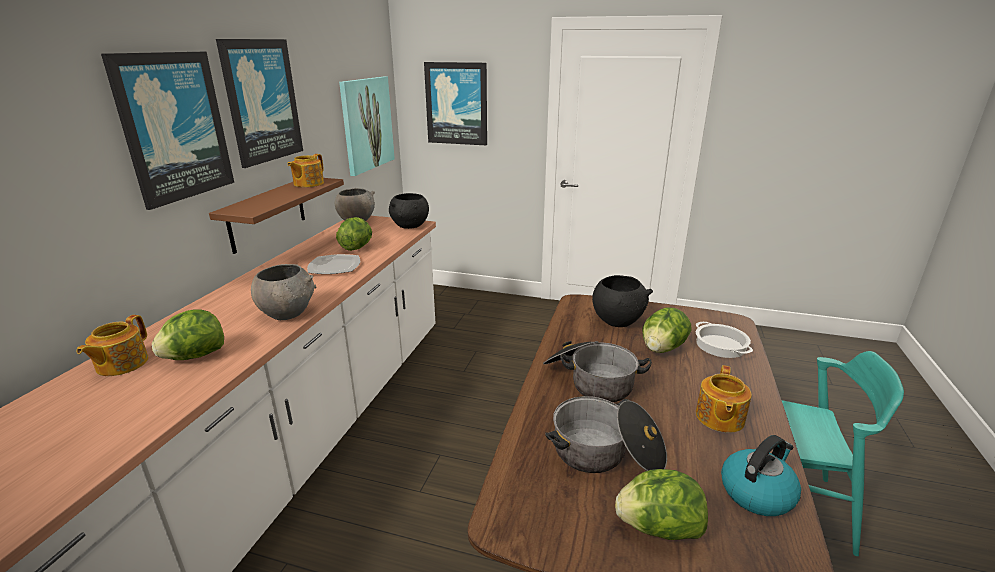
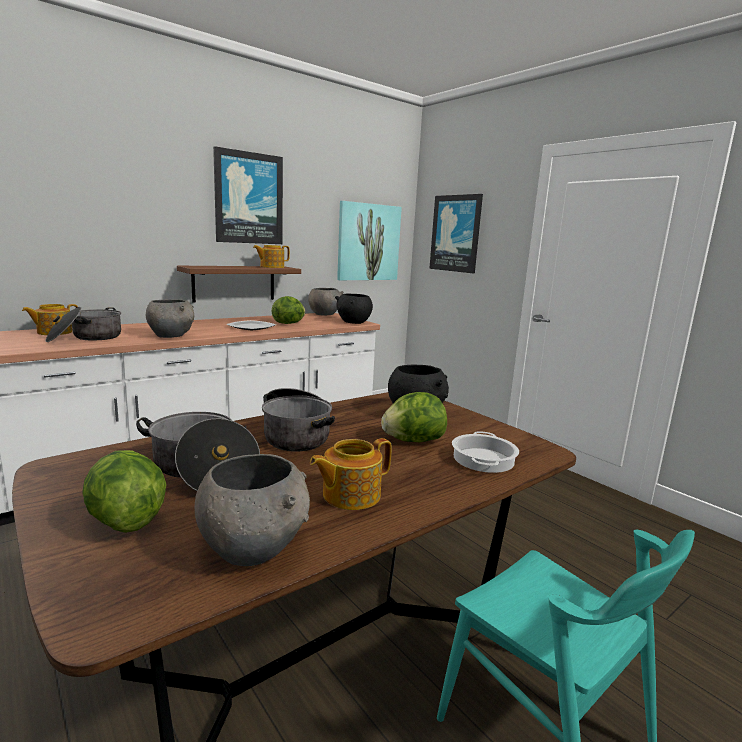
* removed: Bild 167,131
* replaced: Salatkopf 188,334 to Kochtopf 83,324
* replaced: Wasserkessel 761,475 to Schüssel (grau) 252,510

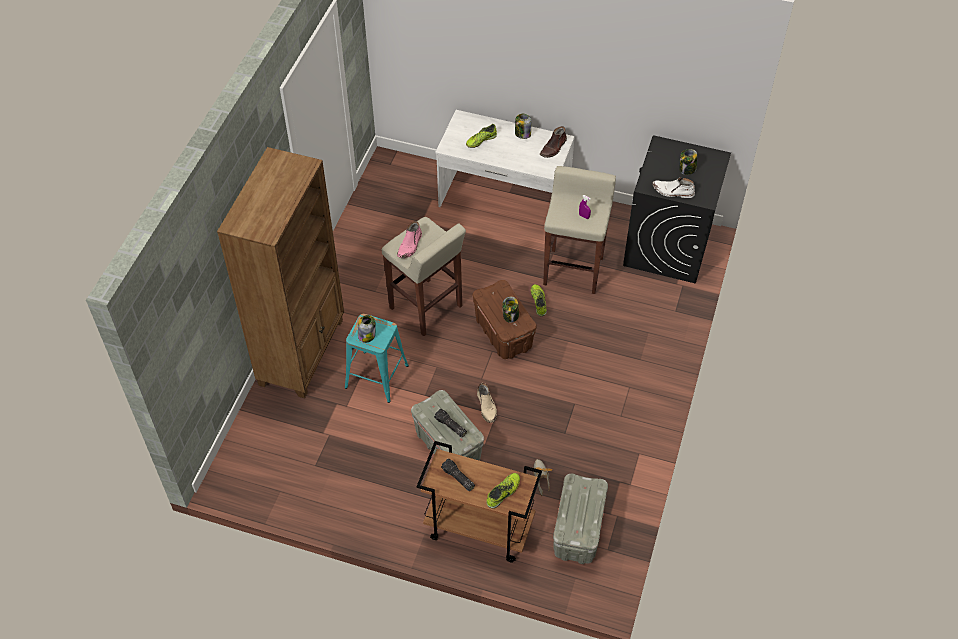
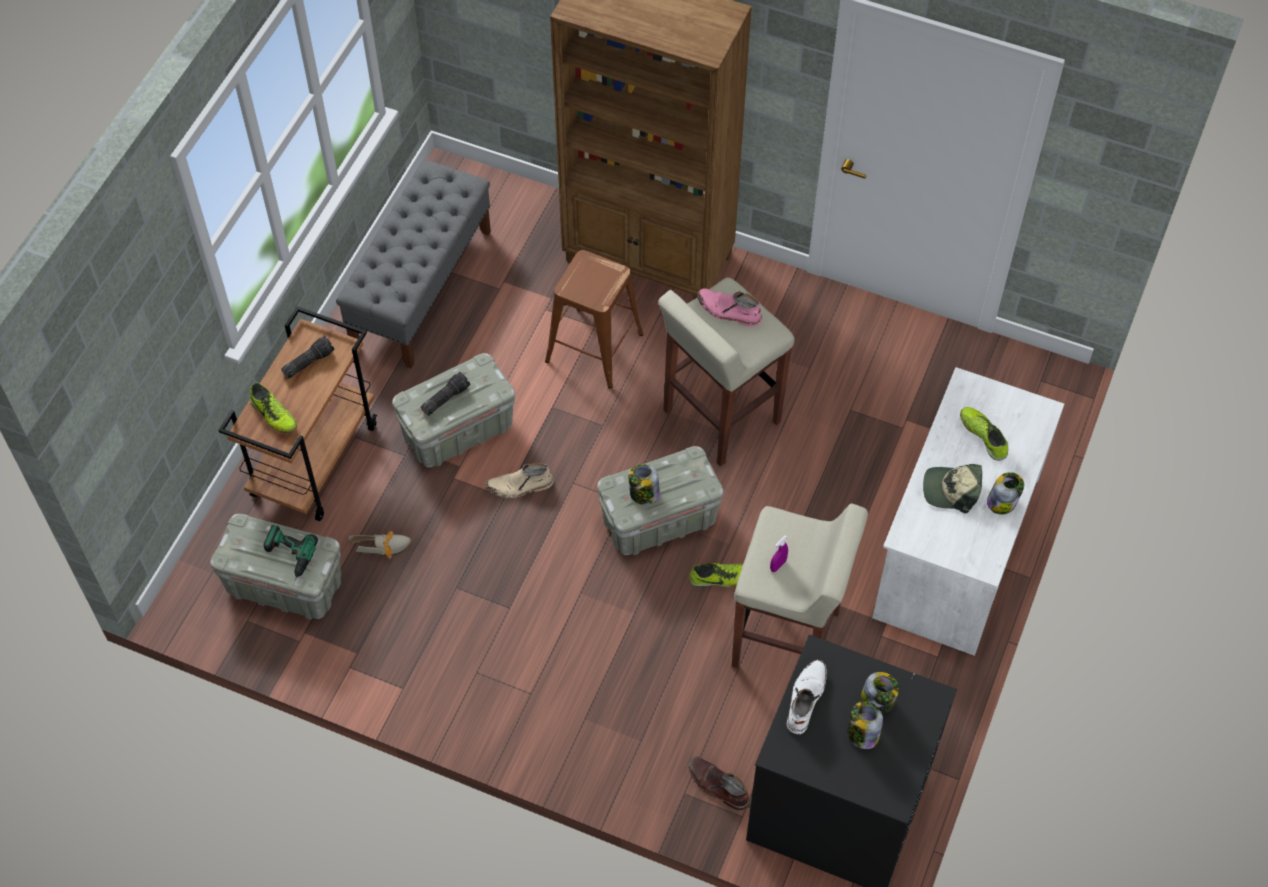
* recoloured: Hocker (türkis) 377,358 to Hocker (braun) 594,319
* moved: Vorratsglas 367,329 to 880,693
* recoloured: Aufbewahrungsbox (braun) 504,319 to Aufbewahrungsbox (grau) 660,500
* moved: Stiefel (braun) 553,142 to 719,783
* added: Bohrmaschine 291,555
* added: Bank (grau) 413,264
* added: Kappe 952,488

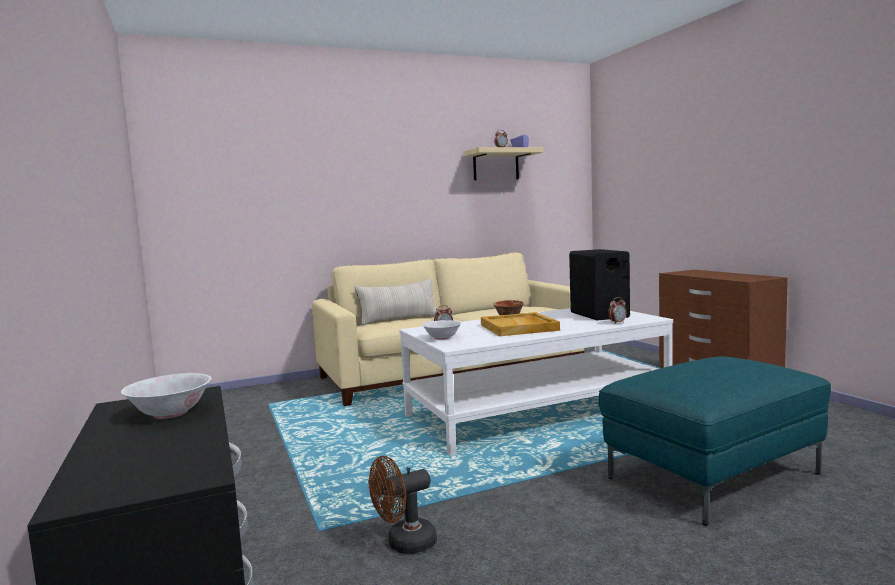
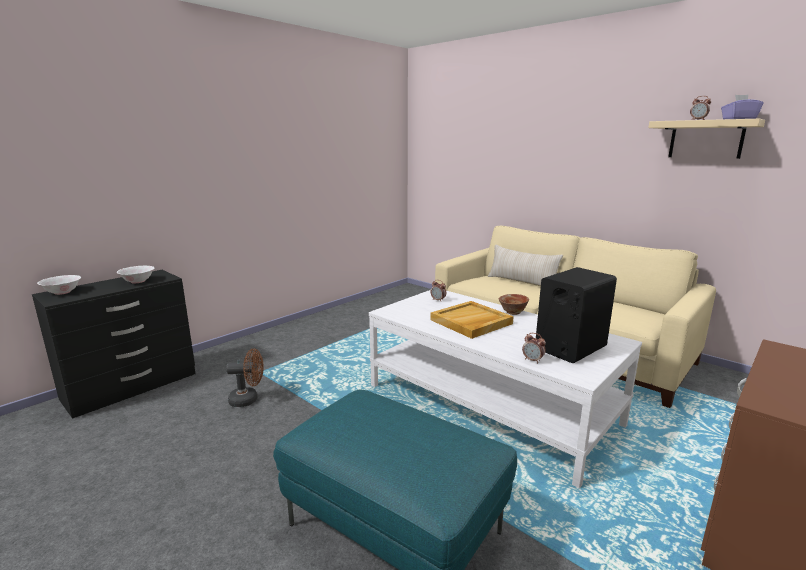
* turned: Ventilator (braun) 403,505 = 245,377 135 degrees clockwise
* moved: Schüssel (weiß) 442,330 to 59,285

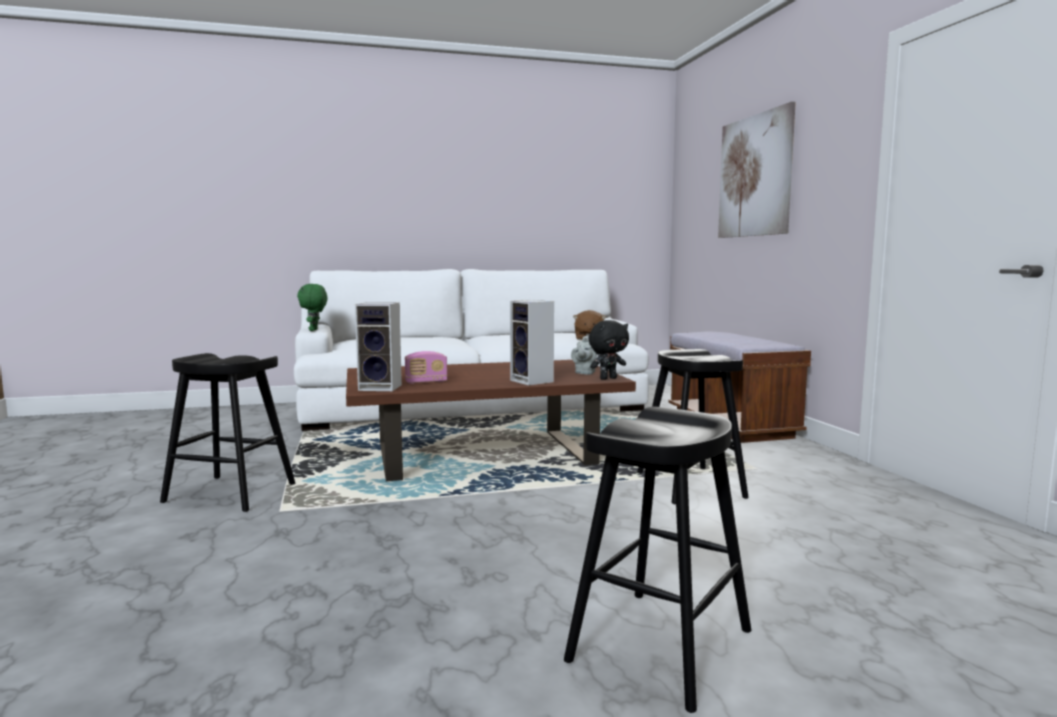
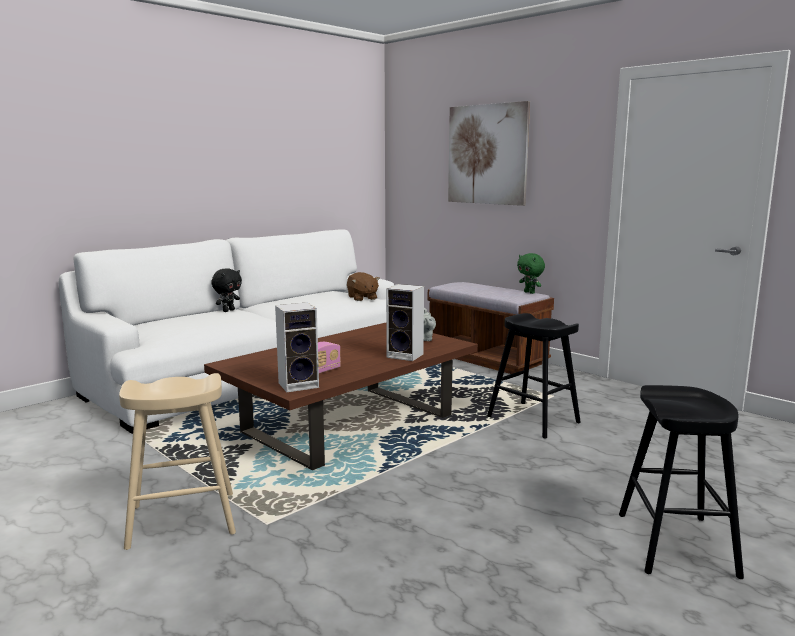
* recoloured: Hocker (schwarz) 228,432 to Hocker (beige) 177,461
* moved: Plüschtier (grün) 312,307 to 531,273
* moved: Plüschtier (schwarz) 609,350 to 226,290

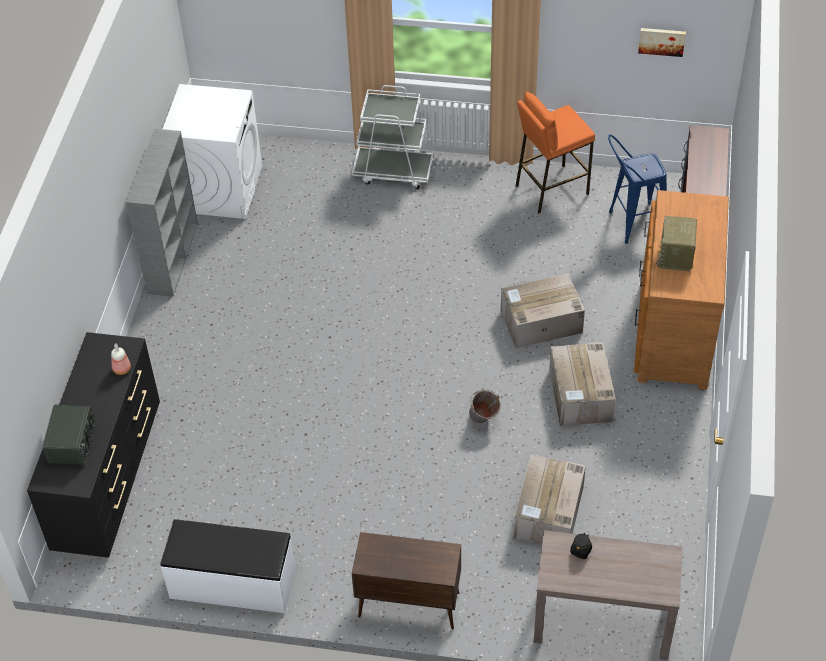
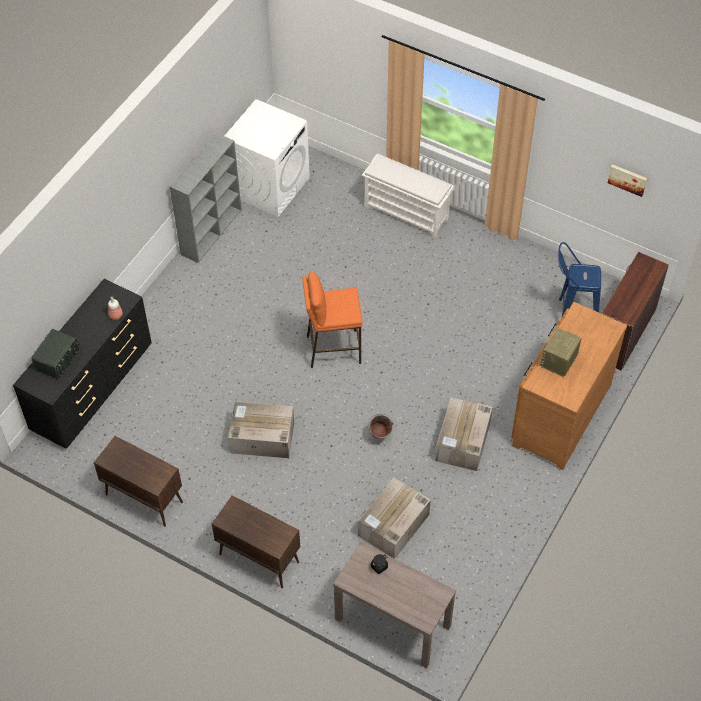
* replaced: Bank (weiß) 228,566 to Schrank (braun) 138,481
* replaced: Rollwagen (weiß) 393,137 to Schuhregal (weiß) 408,195
* moved: Karton 543,310 to 261,429
* moved: Hocker (orange) 555,153 to 332,319

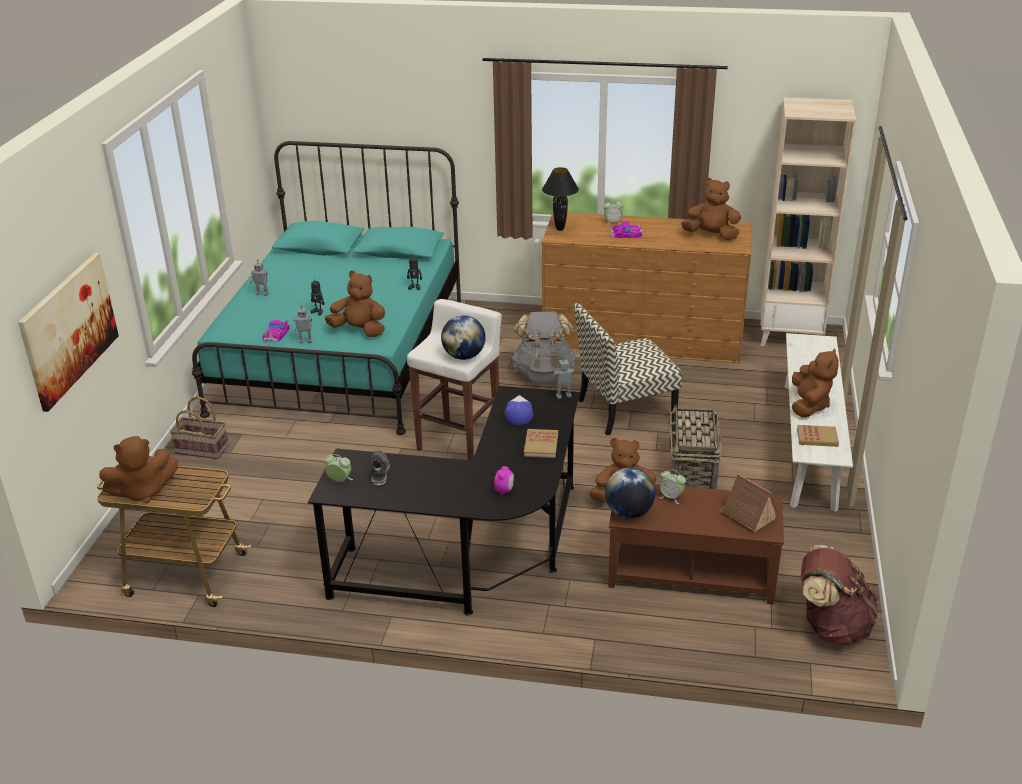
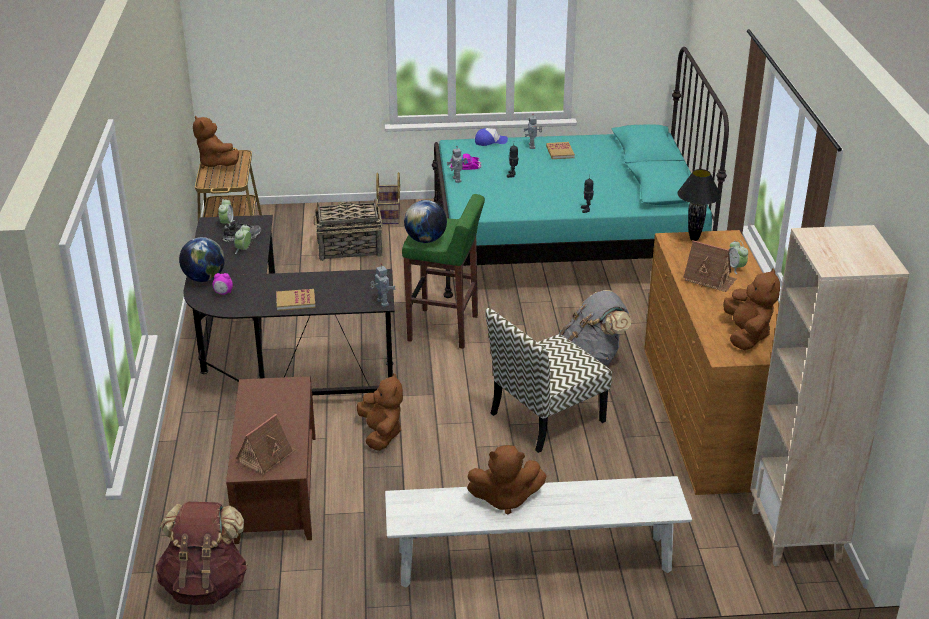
* removed: Bild 68,332
* removed: Plüschtier (braun) 355,304
* recoloured: Hocker (weiß) 454,380 to Hocker (grün) 443,271
* moved: Kappe 519,410 to 491,137
* turned: Stuhl 628,369 = 548,380 90 degrees counterclockwise
* moved: Globus 630,493 to 202,259
* replaced: Spielzeugauto 627,229 to Spielzeughaus 709,266
* moved: Wecker 672,486 to 242,239
* moved: Korb 694,446 to 348,230
* moved: Buch 818,436 to 560,150

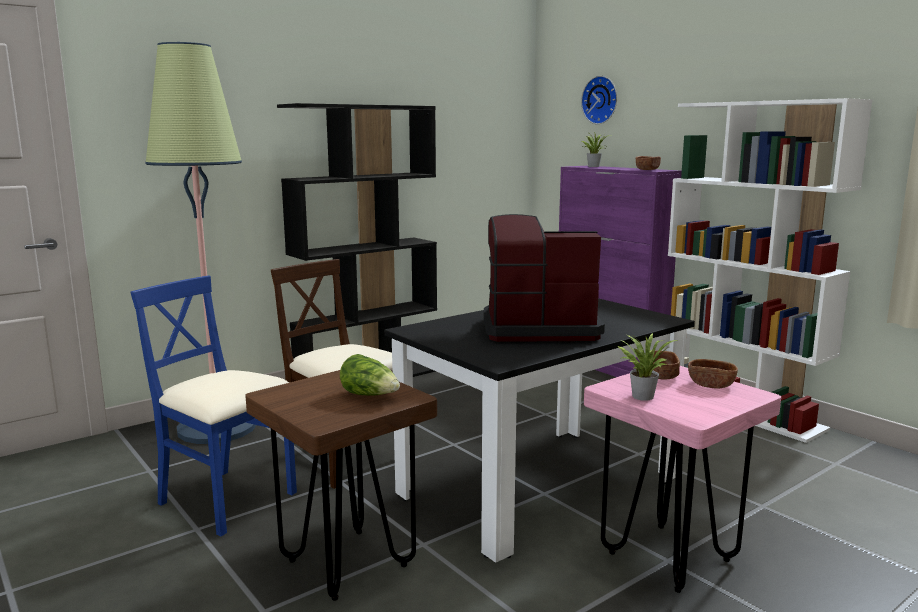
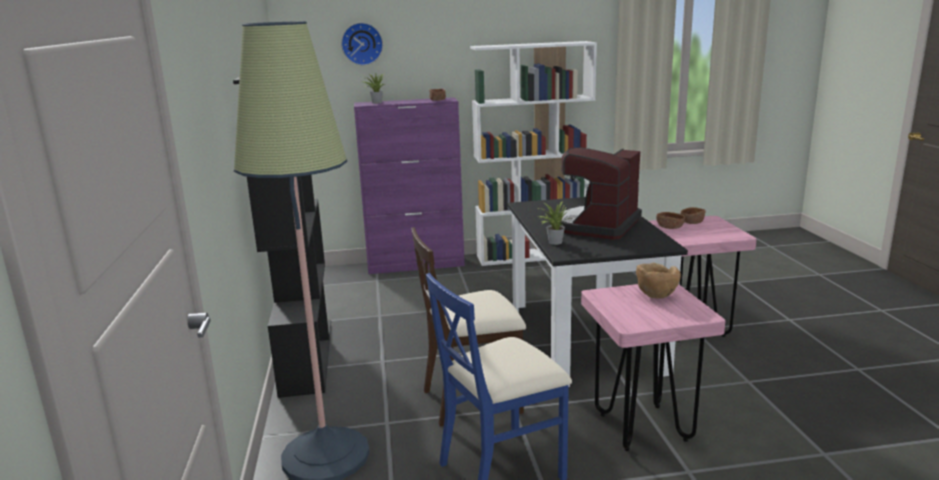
* recoloured: Hocker (braun) 341,485 to Hocker (rosa) 653,367
* replaced: Salatkopf 370,375 to Schüssel (braun) 658,281
* moved: Topfpflanze 648,367 to 553,223

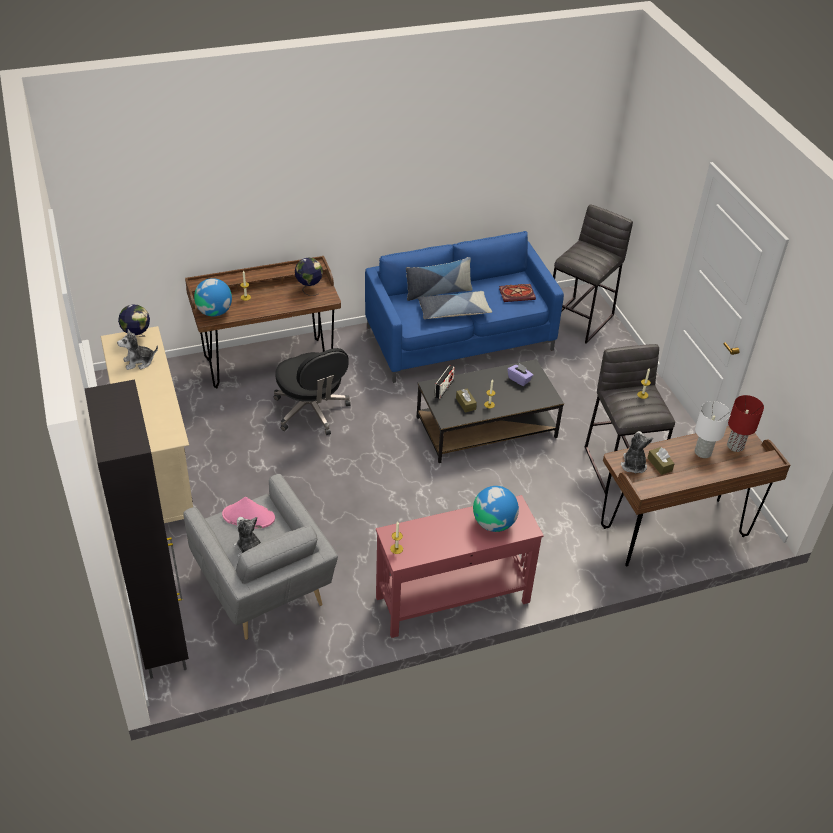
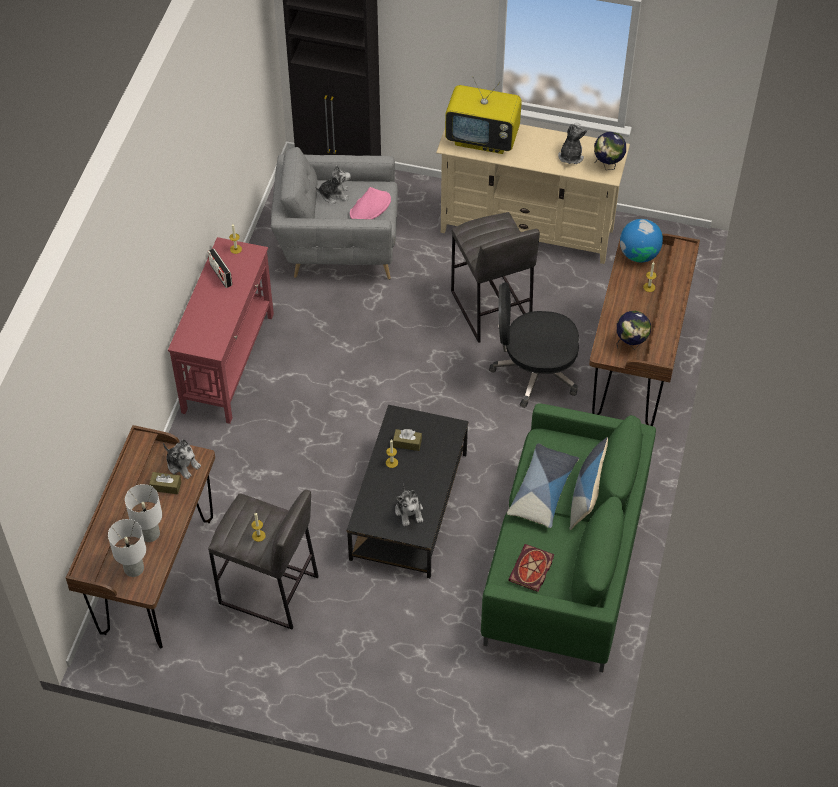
* recoloured: Sofa (blau) 464,307 to Sofa (grün) 568,537
* moved: Radio 444,382 to 220,268
* removed: Globus 496,509
* replaced: Taschentuchbox (lila) 520,374 to Plüschtier 409,504
* moved: Hocker (grau) 593,274 to 495,277
* recoloured: Tischlampe (rot) 745,423 to Tischlampe (weiß) 127,548
* added: Fernseher 483,115

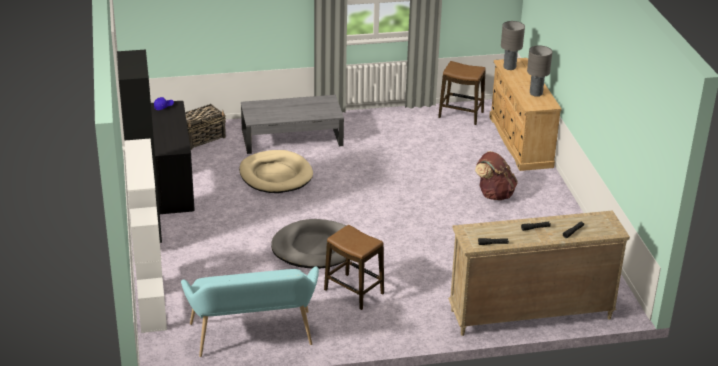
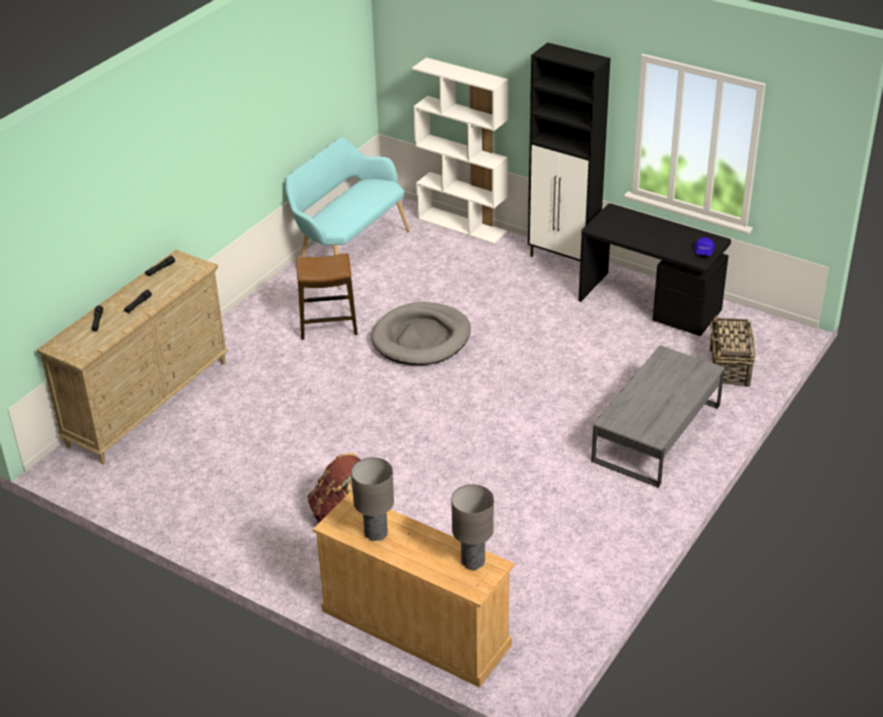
* removed: Hundebett (beige) 276,171
* removed: Hocker 462,93

